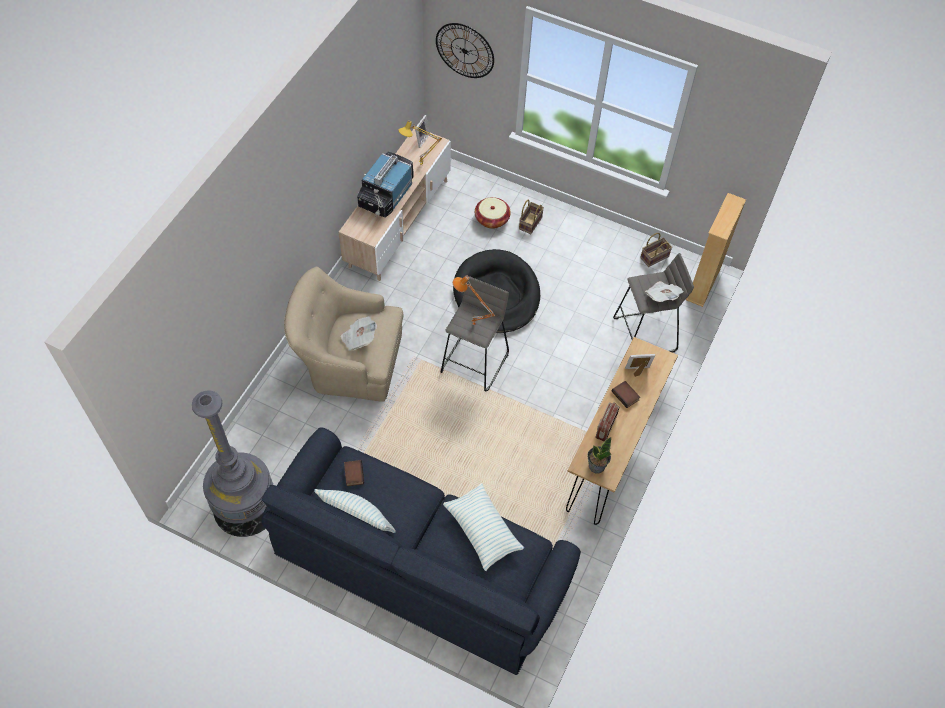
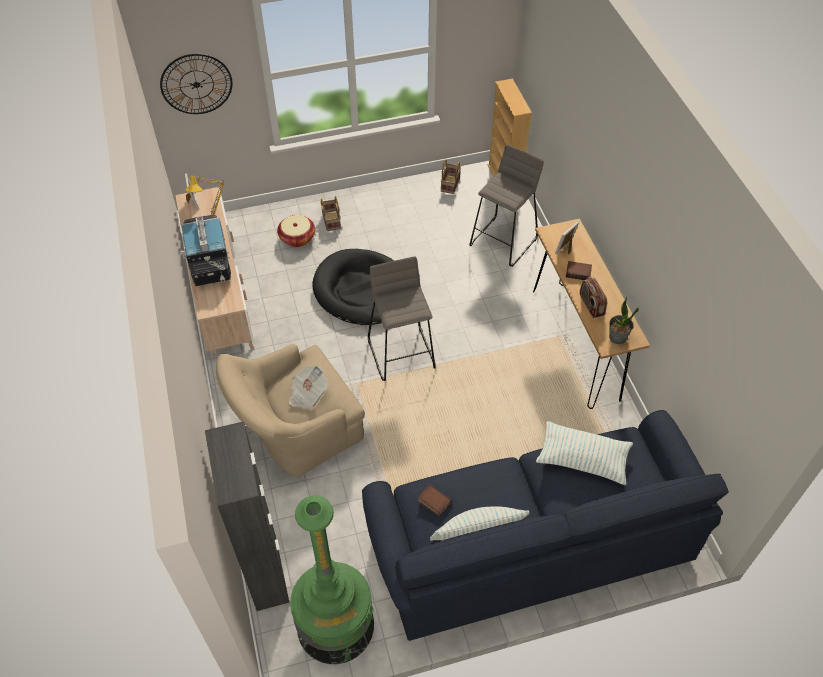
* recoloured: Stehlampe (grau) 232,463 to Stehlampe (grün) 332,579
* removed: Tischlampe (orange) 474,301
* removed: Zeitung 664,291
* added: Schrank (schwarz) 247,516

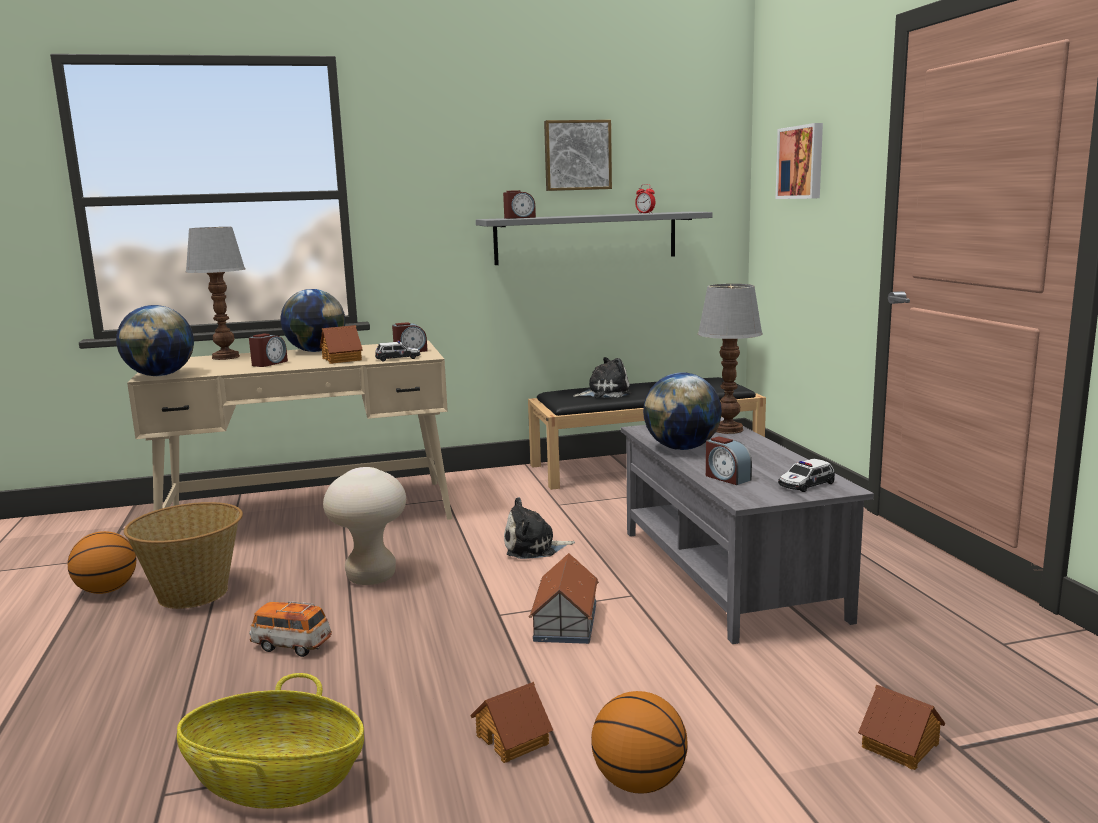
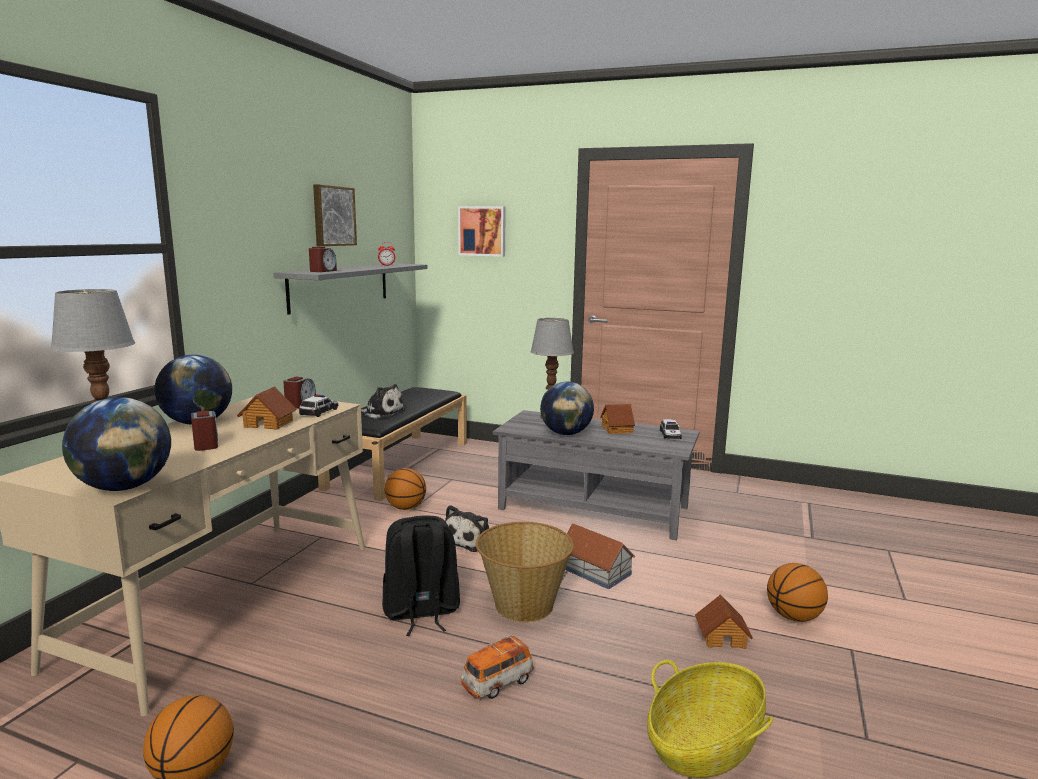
* moved: Korb 183,555 to 525,572
* replaced: Hocker (beige) 364,526 to Rucksack (schwarz) 421,576
* turned: Plüschtier 602,377 = 383,401 90 degrees clockwise
* removed: Wecker 729,460
* moved: Spielzeughaus 901,727 to 617,419
* added: Basketball 405,489

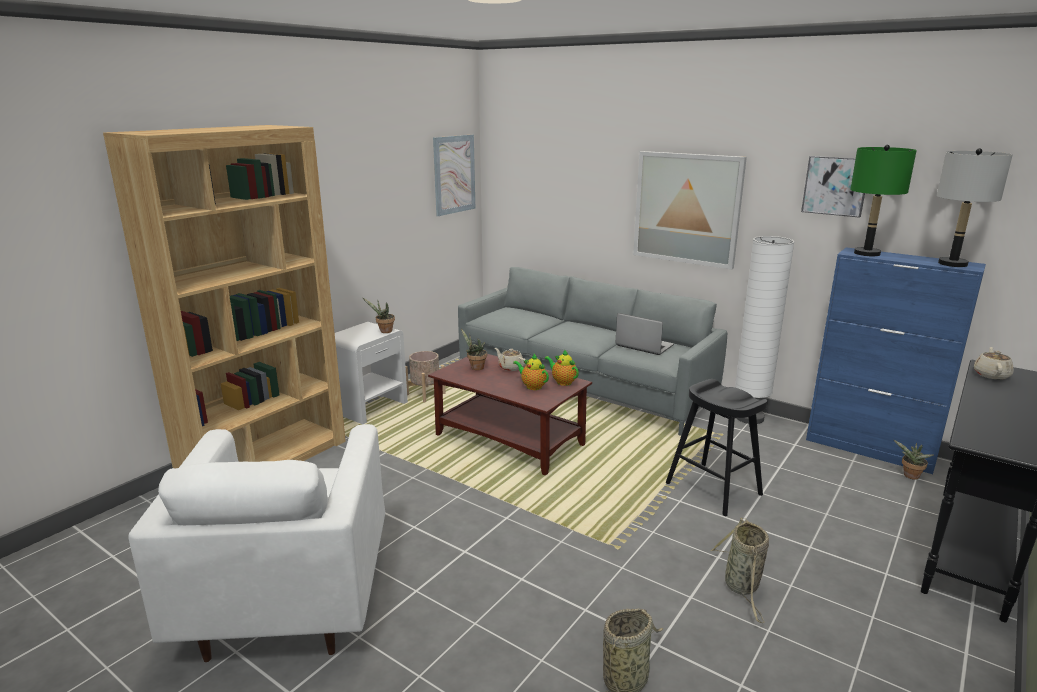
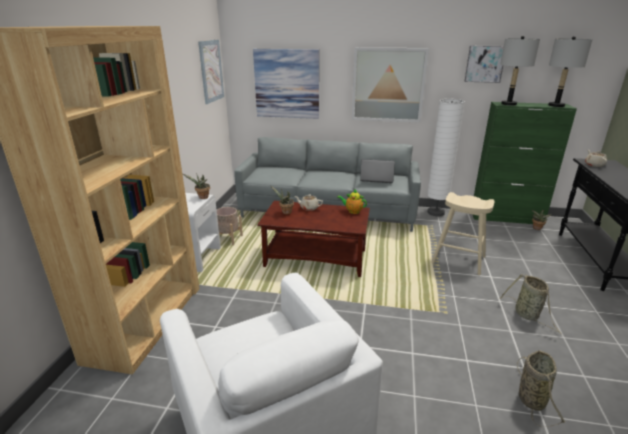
* removed: Teekanne 531,372
* recoloured: Hocker (schwarz) 717,447 to Hocker (beige) 463,233
* recoloured: Schrank (blau) 896,360 to Schrank (grün) 524,163
* recoloured: Tischlampe (grün) 883,200 to Tischlampe (grau) 520,70
* added: Bild 286,84

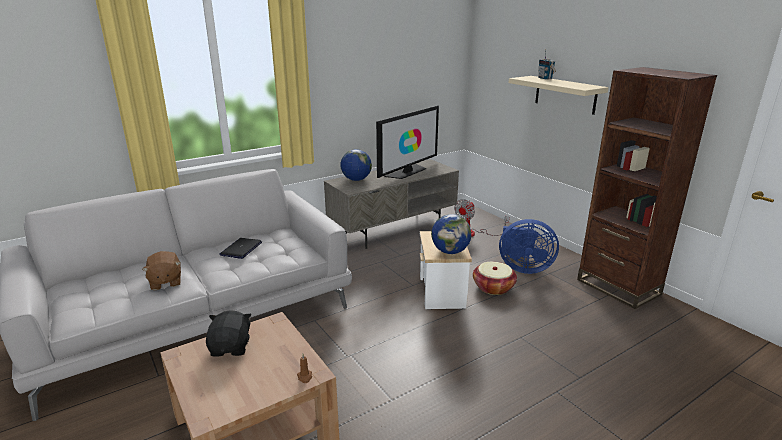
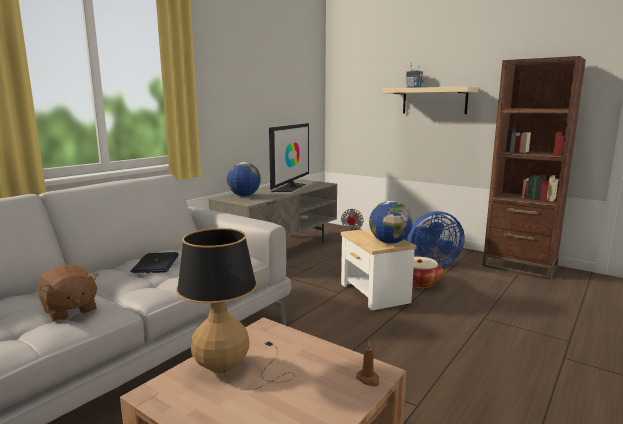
* replaced: Plüschtier (schwarz) 228,333 to Tischlampe 235,309

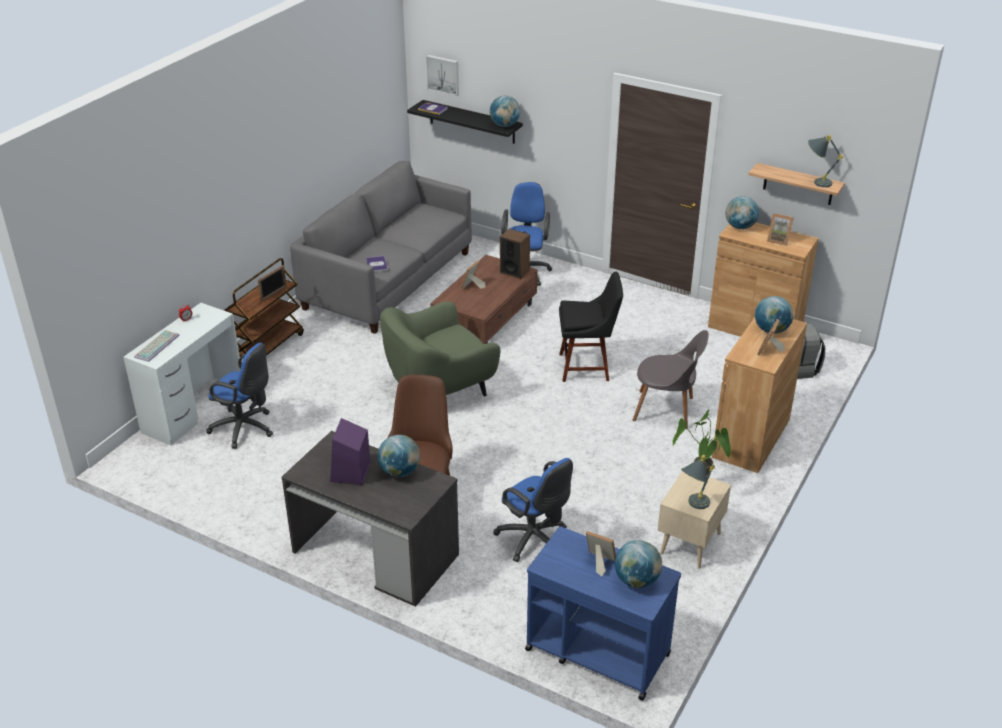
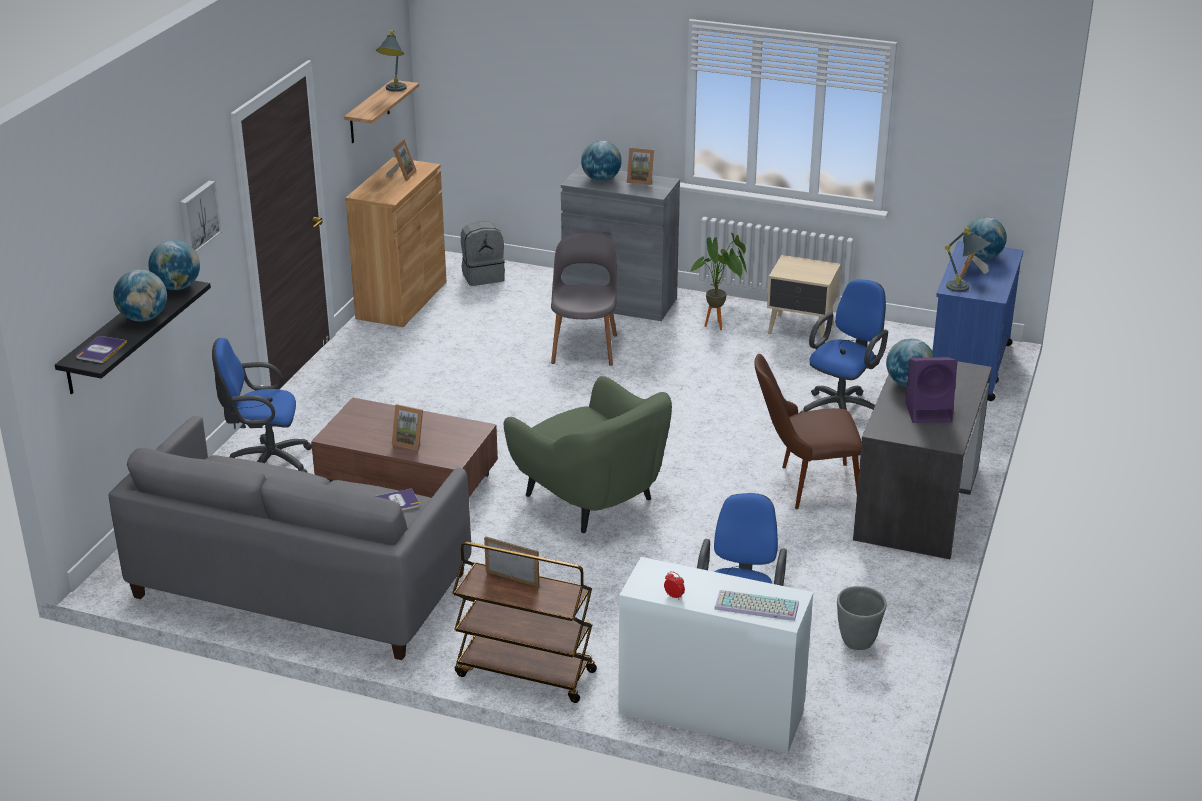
* moved: Bild 442,75 to 201,216
* removed: Lautsprecher 515,254
* removed: Stuhl (schwarz) 591,327
* moved: Tischlampe (grau) 698,482 to 967,259
* recoloured: Schrank (braun) 759,395 to Schrank (grau) 620,243
* moved: Globus 742,212 to 140,295
* added: Pflanzkübel (grau) 862,618

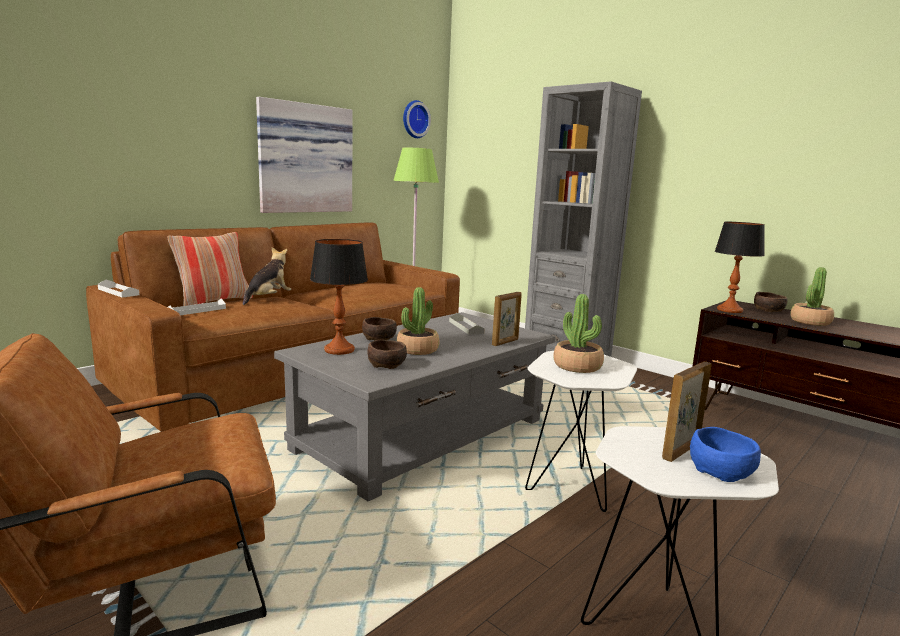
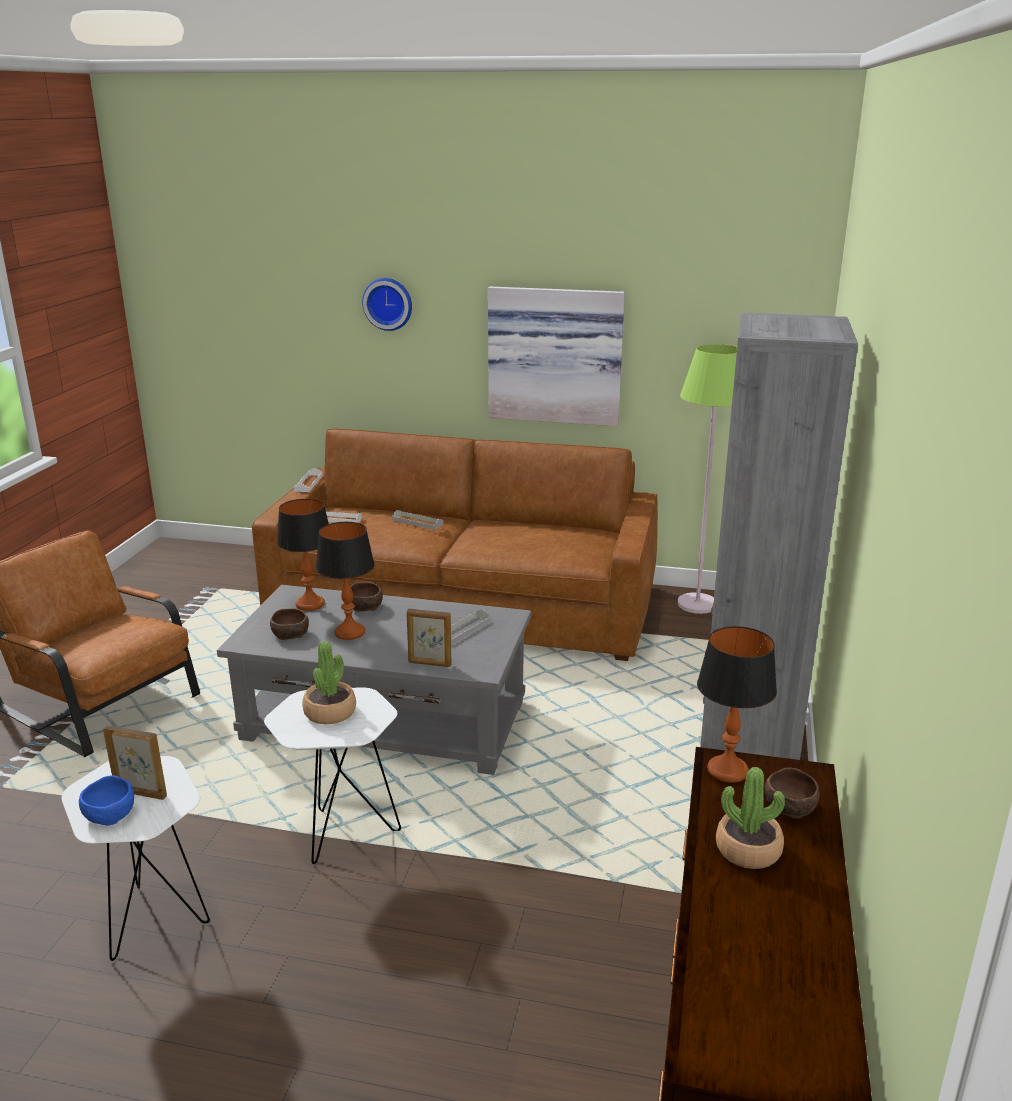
* removed: Kissen 210,269
* replaced: Plüschtier 267,276 to Tablett (grau) 417,520
* replaced: Topfpflanze 418,321 to Tischlampe 345,581
* moved: Wanduhr 417,119 to 387,304

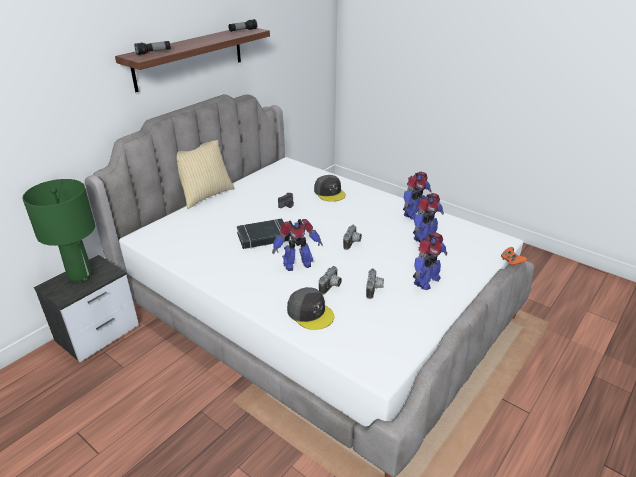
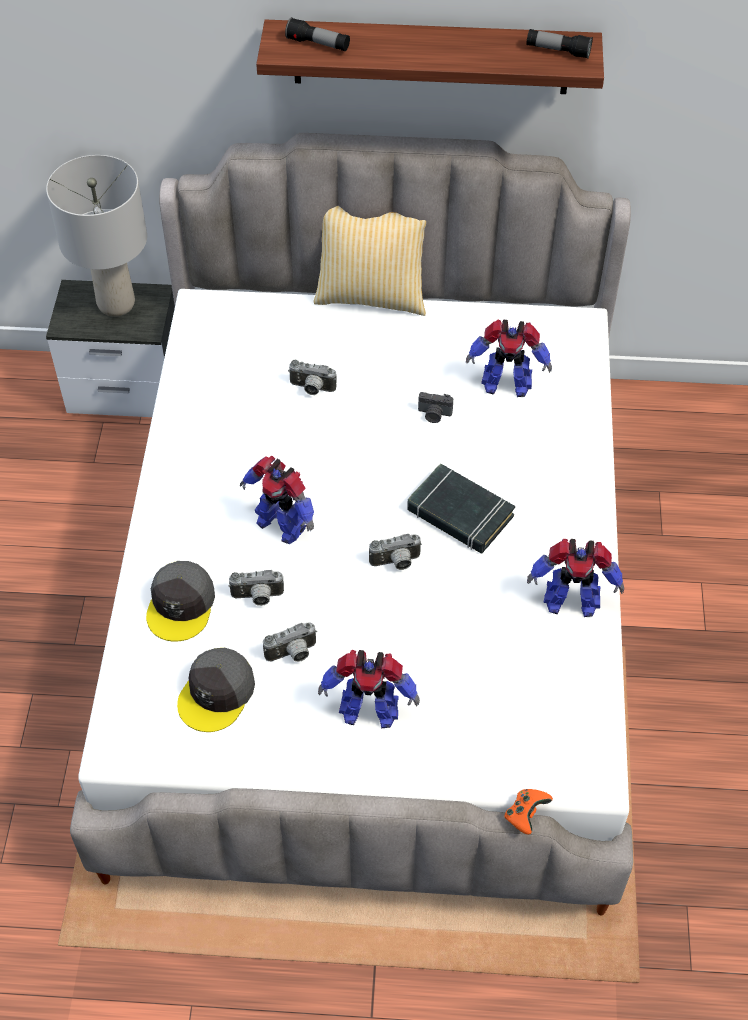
* recoloured: Tischlampe (grün) 59,231 to Tischlampe (grau) 96,236
* moved: Buch (schwarz) 263,234 to 461,508
* moved: Kappe (grau) 330,188 to 216,690
* moved: Spielzeugroboter 428,217 to 509,358
* added: Kamera 312,377

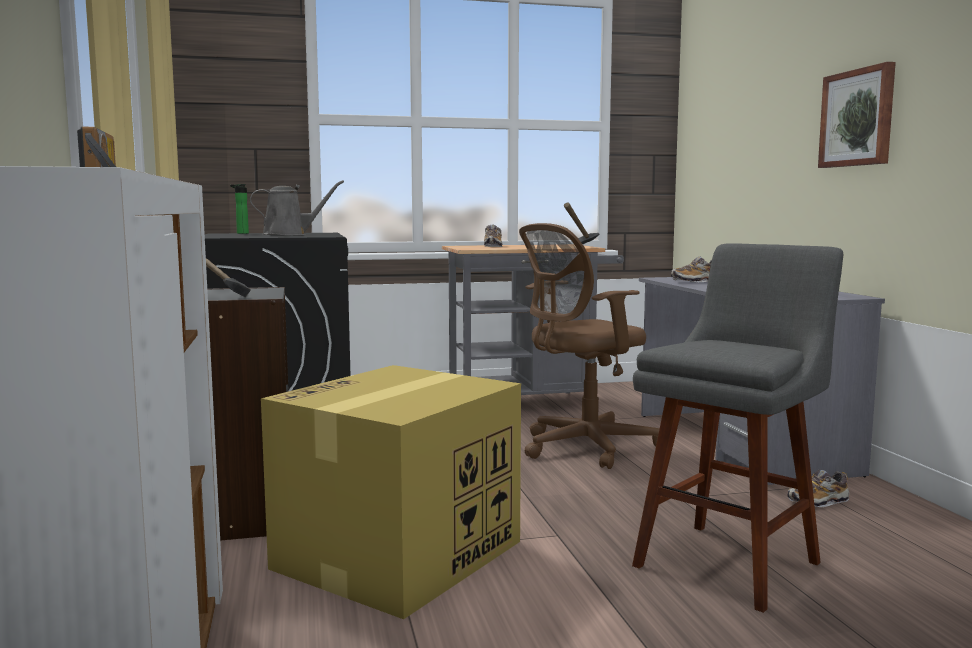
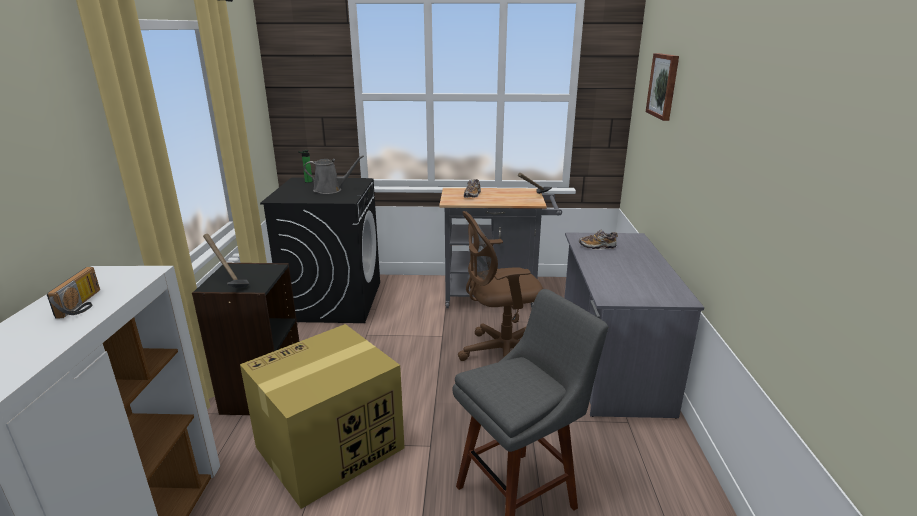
* removed: Schuh 819,488
* moved: Bild 857,115 to 662,87

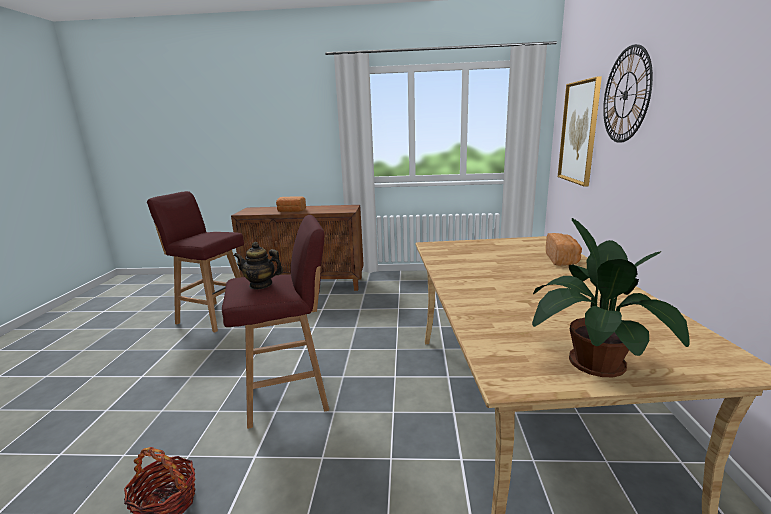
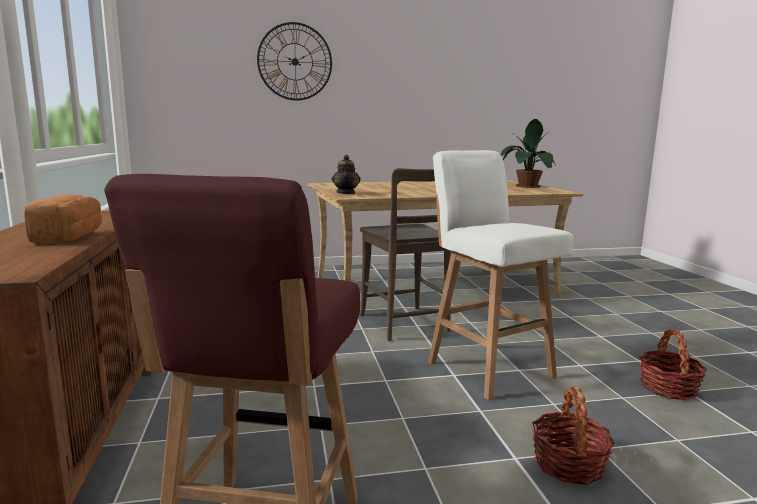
* recoloured: Hocker (rot) 275,322 to Hocker (weiß) 501,275
* moved: Teekanne 258,265 to 346,174
* removed: Brot 564,249
* removed: Bild 580,131
* added: Stuhl (braun) 406,254
* added: Korb 573,435

